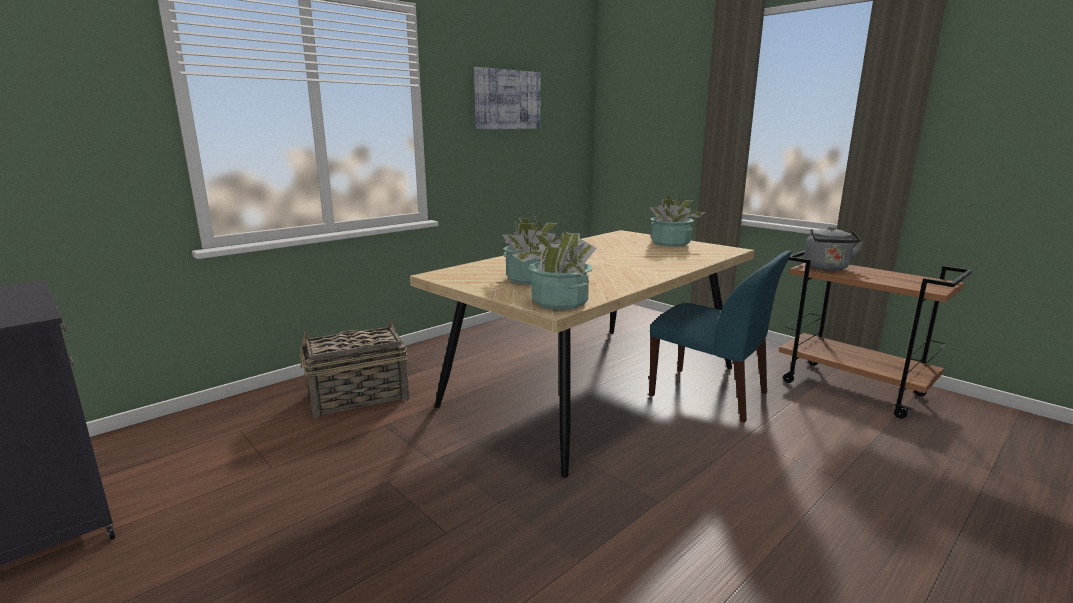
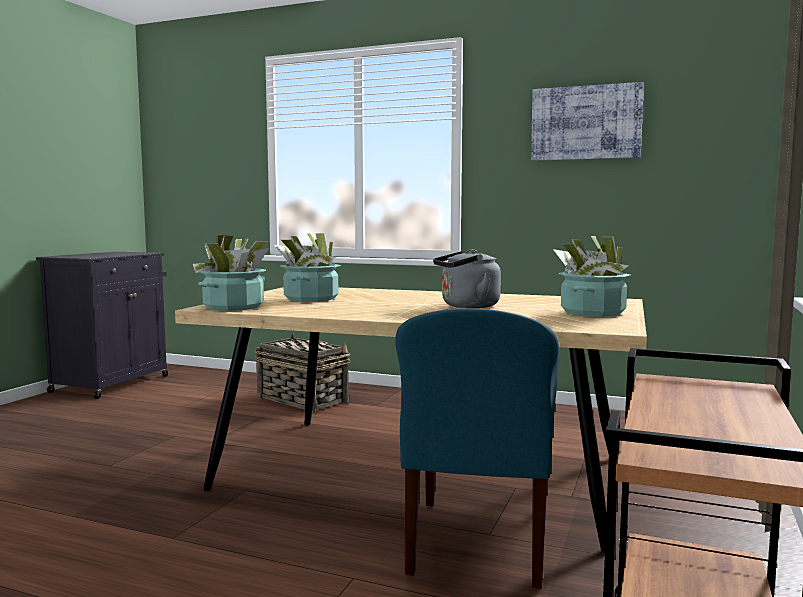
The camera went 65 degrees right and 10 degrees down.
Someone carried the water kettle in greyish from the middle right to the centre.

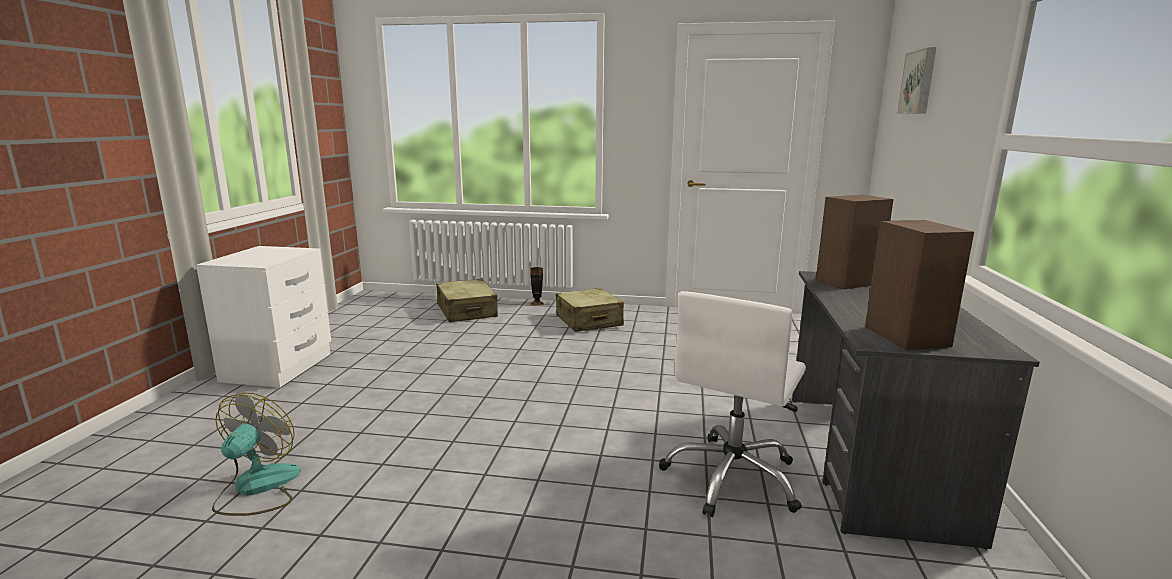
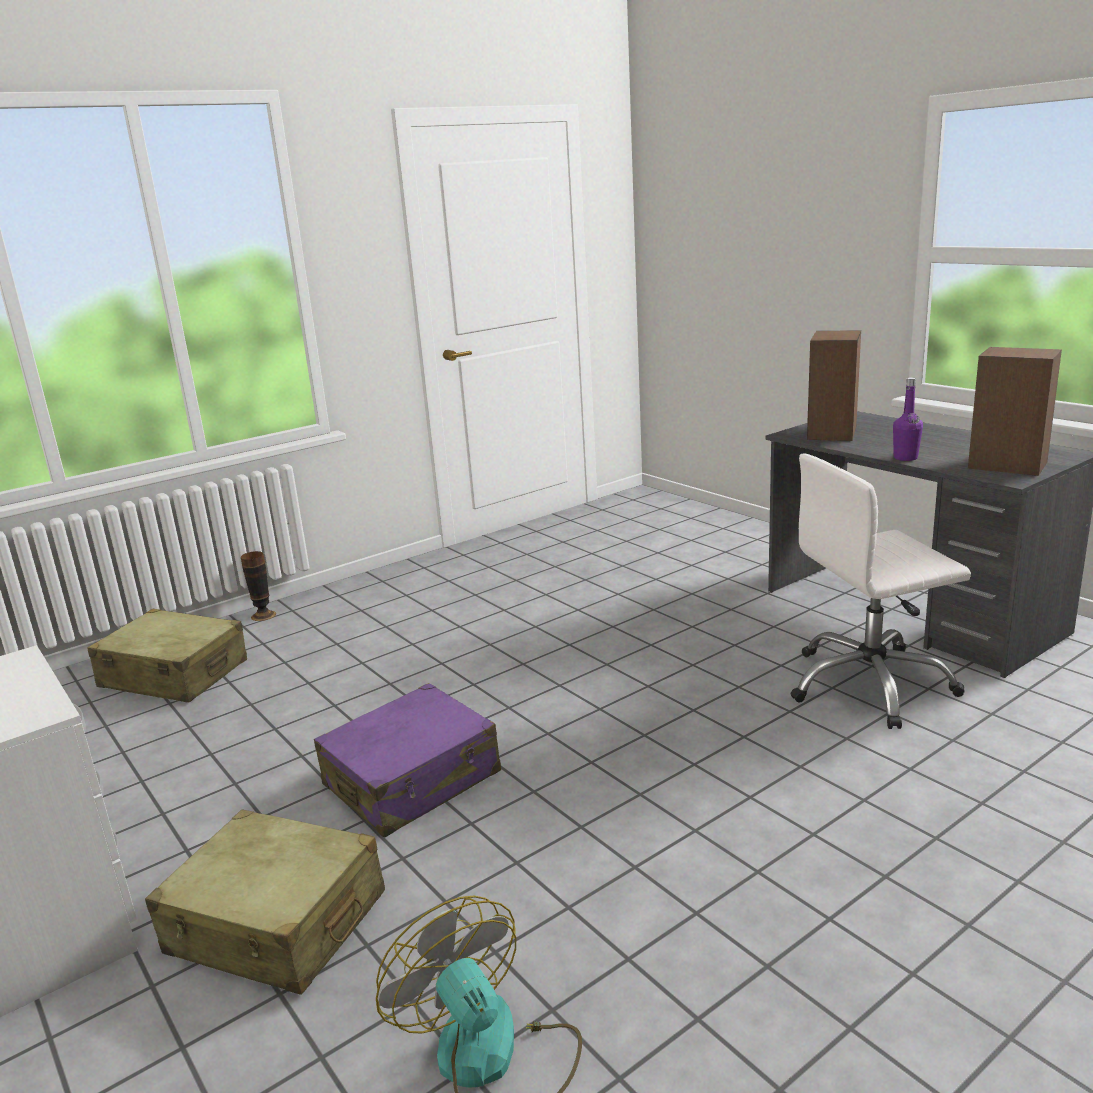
The camera went 45 degrees left and 5 degrees up.
Someone took away the wall art at the top right.
Someone carried the piece of luggage in beige (no. 2 from left) from the centre to the bottom left.
Someone rotated the office chair in whitish at the bottom centre by 90 degrees clockwise.
Someone put down the beverage bottle in purple-coloured at the middle right.
Someone put down the piece of luggage in purple-coloured at the bottom centre.

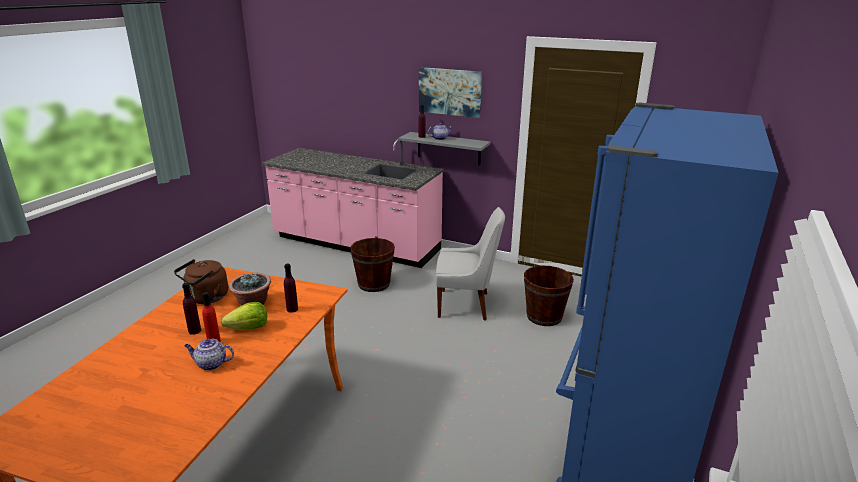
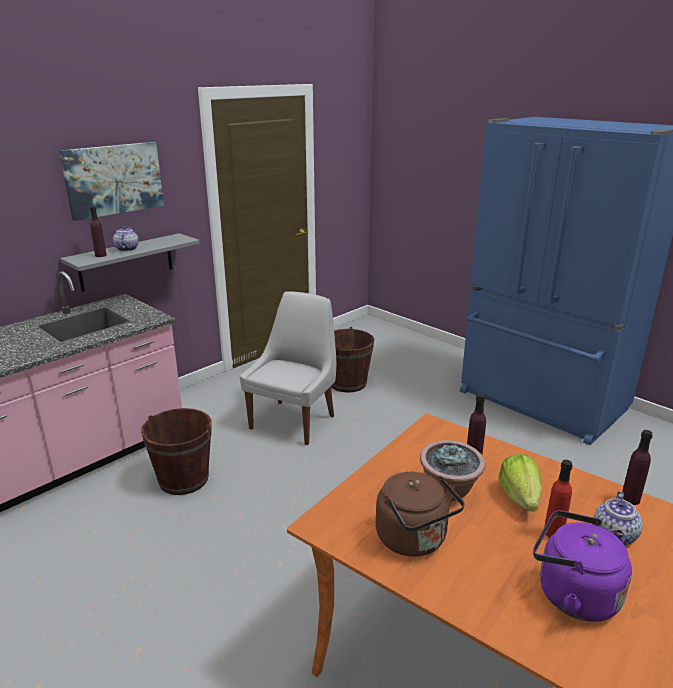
The camera went 70 degrees left and 0 degrees up.
Someone carried the beverage bottle in purple-coloured (no. 1 from left in the first image) from the middle left to the bottom right.
Someone put down the water kettle in purple-coloured at the bottom right.

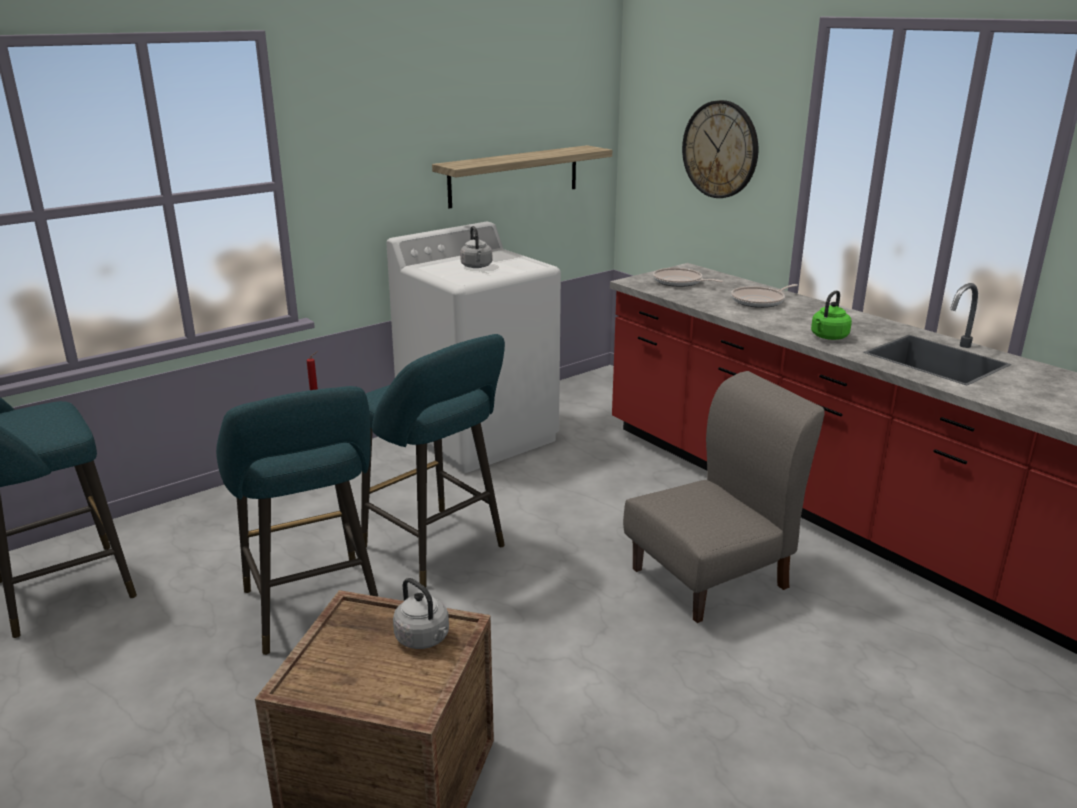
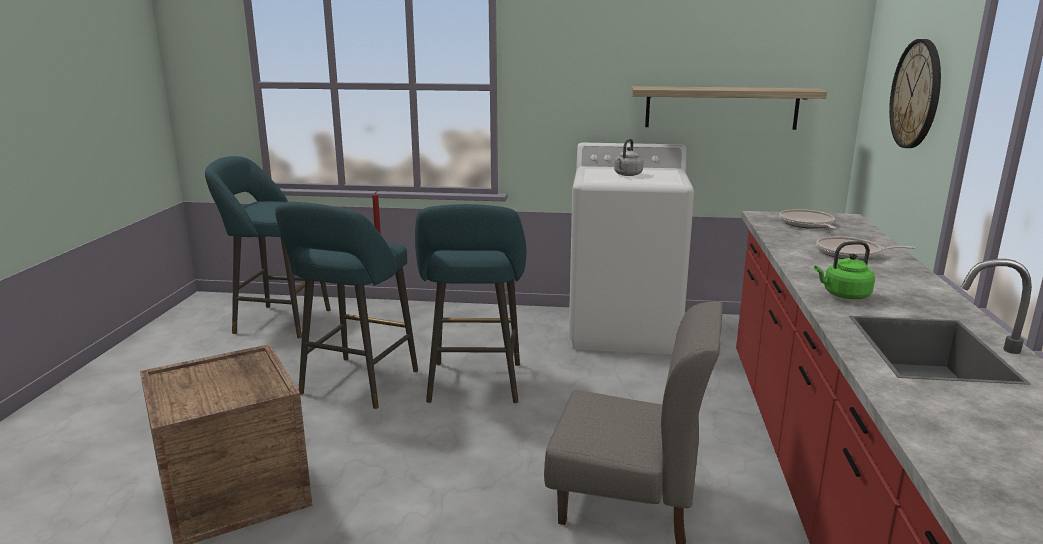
The camera went 45 degrees right and 5 degrees down.
Someone took away the water kettle in greyish (no. 1 from left) at the bottom centre.

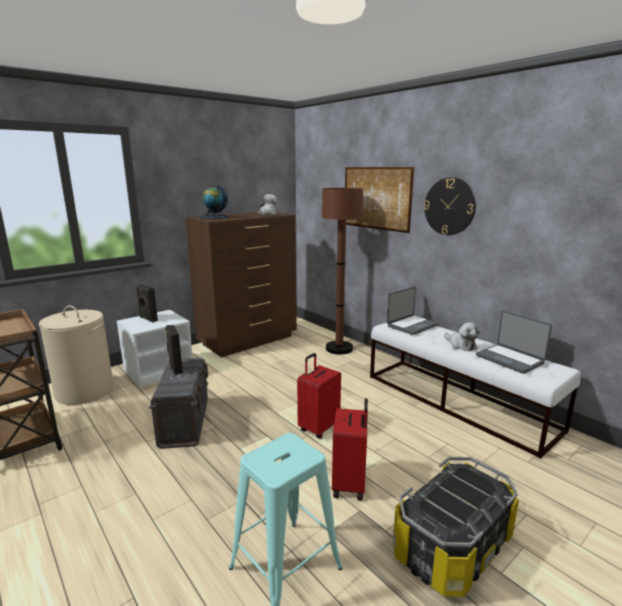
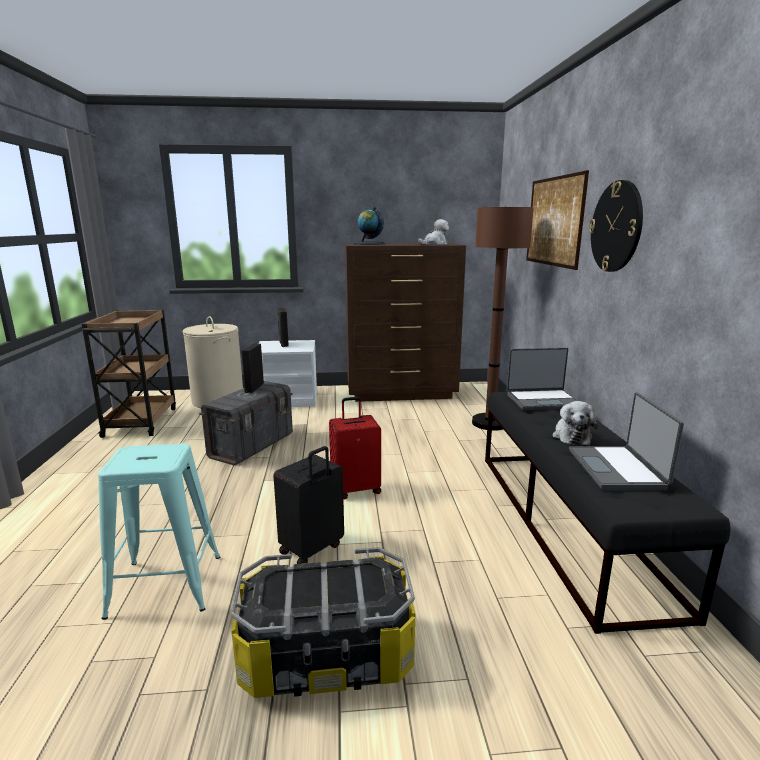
The camera went 35 degrees right and 0 degrees up.
Someone repainted the long seat in whitish at the middle right, which became the long seat in black at the bottom right.
Someone repainted the piece of luggage in reddish (no. 2 from left) at the bottom centre, which became the piece of luggage in black at the centre.

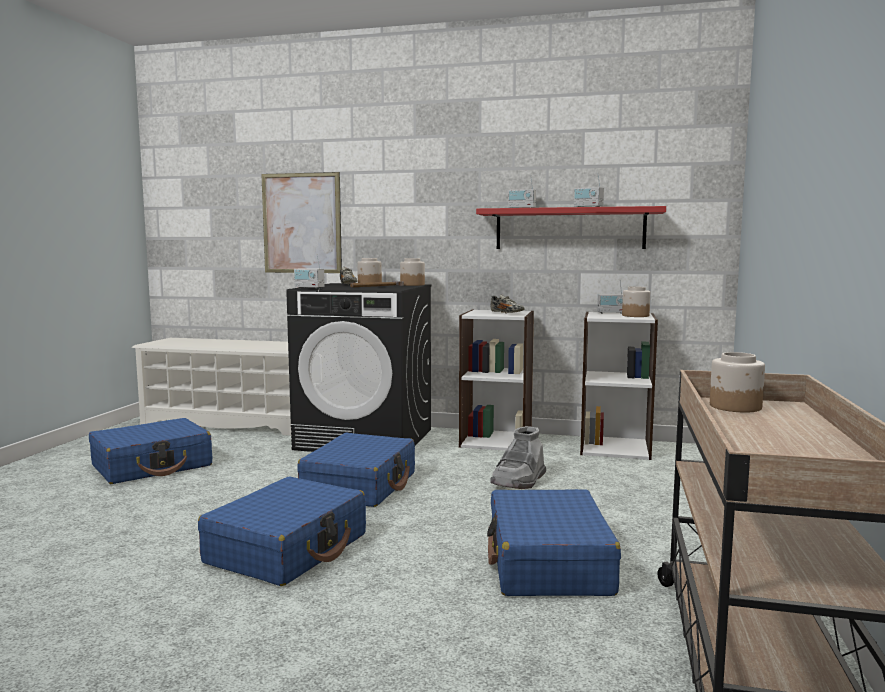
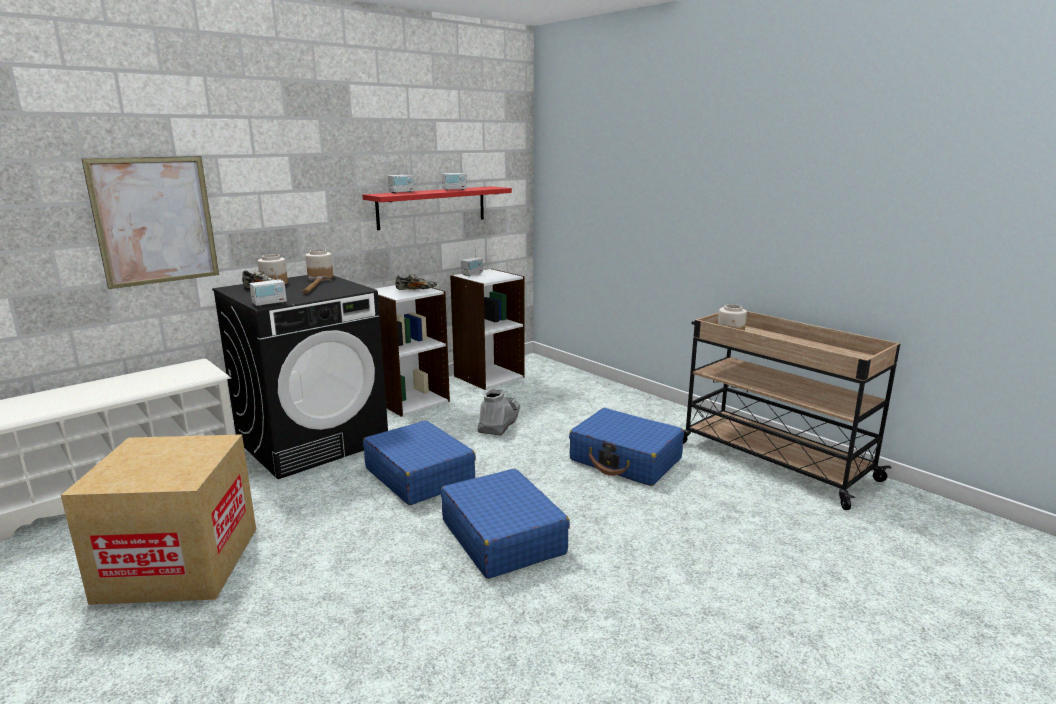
The camera went 55 degrees left and 10 degrees up.
Someone took away the jar (no. 3 from left) at the middle right.
Someone swapped the piece of luggage in blue (no. 1 from left) at the middle left for the packing box at the bottom left.
Someone rotated the tall boot in greyish at the centre by 135 degrees counterclockwise.

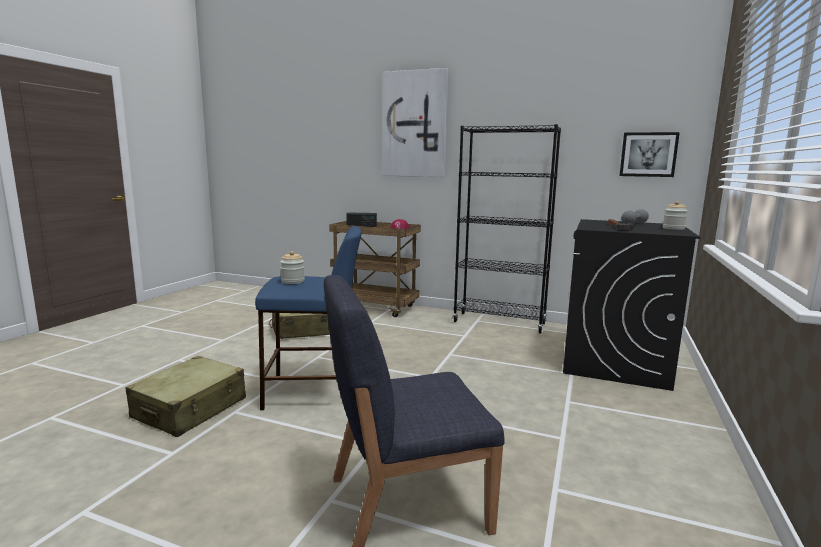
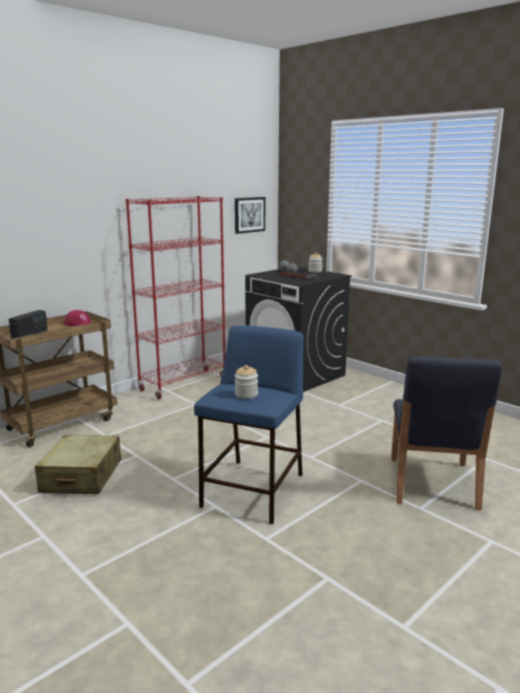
The camera went 65 degrees left and 5 degrees up.
Someone took away the wall art (no. 1 from left) at the top centre.
Someone repainted the bookcase in black at the centre, which became the bookcase in reddish at the centre.
Someone took away the piece of luggage in beige (no. 1 from left) at the bottom left.

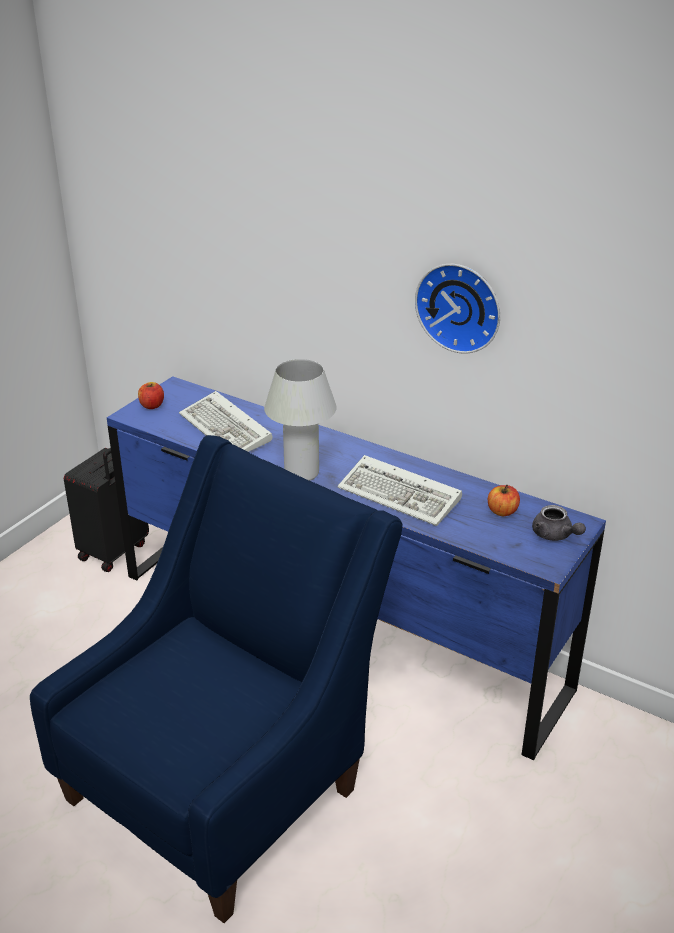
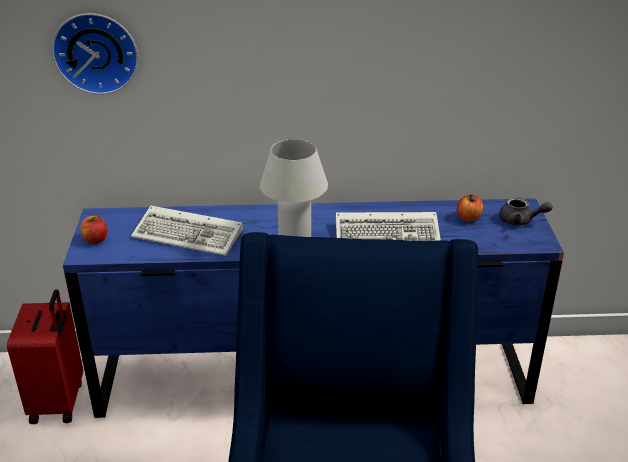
The camera went 35 degrees left and 0 degrees up.
Someone carried the hanging clock from the top right to the top left.
Someone repainted the piece of luggage in black at the middle left, which became the piece of luggage in reddish at the bottom left.

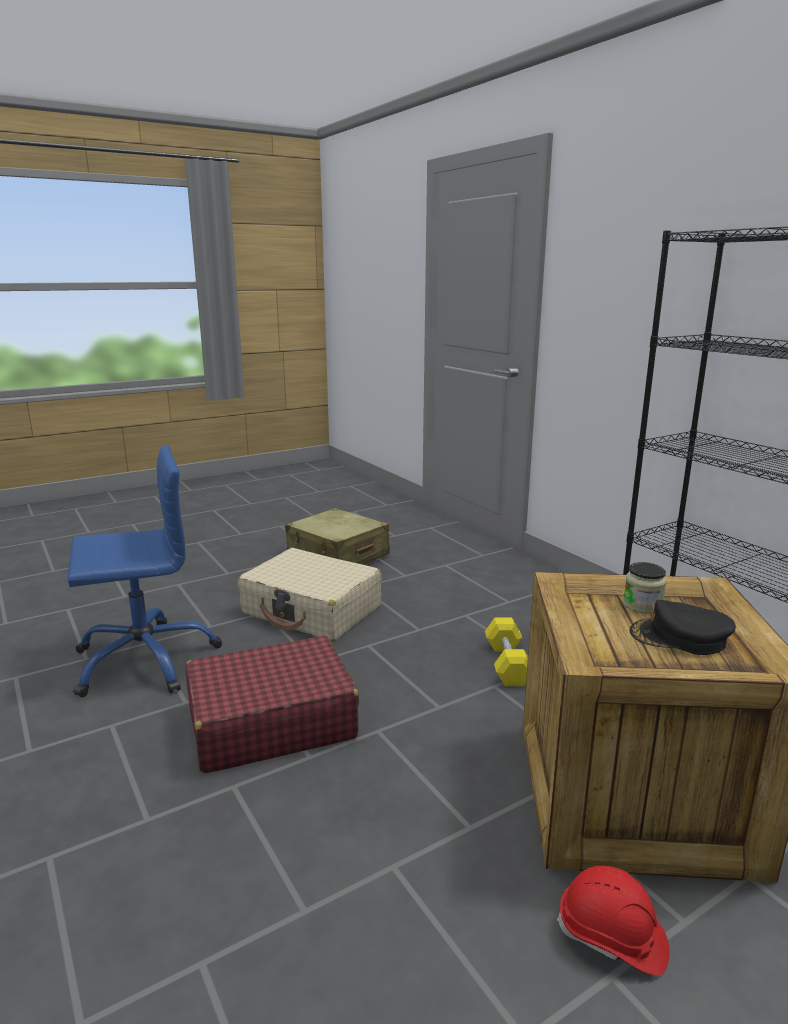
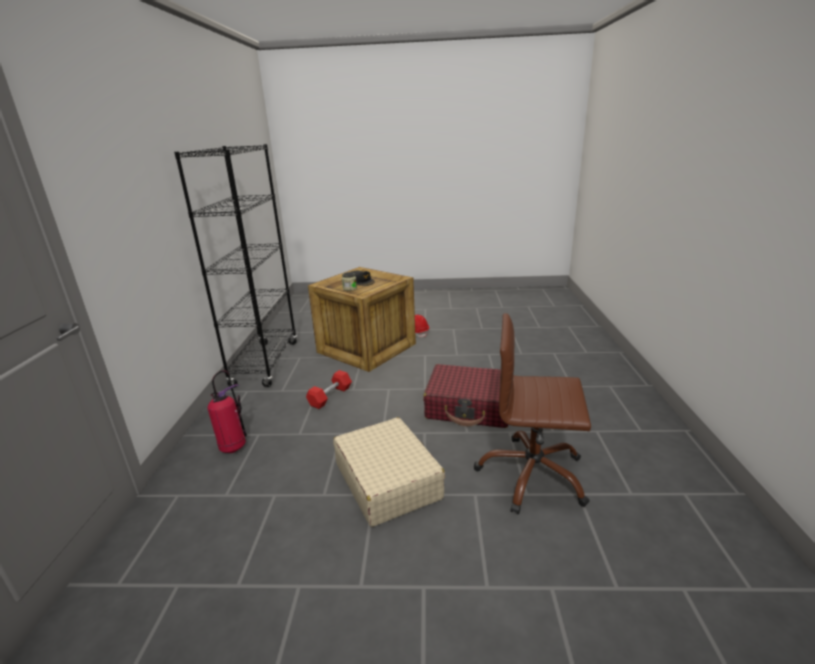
The camera went 145 degrees left and 5 degrees up.
Someone repainted the office chair in blue at the middle left, which became the office chair in brown at the centre.
Someone took away the piece of luggage in beige (no. 2 from left) at the centre.
Someone repainted the hand weight in yellowish at the centre, which became the hand weight in reddish at the centre.
Someone put down the fire extinguisher at the middle left.

